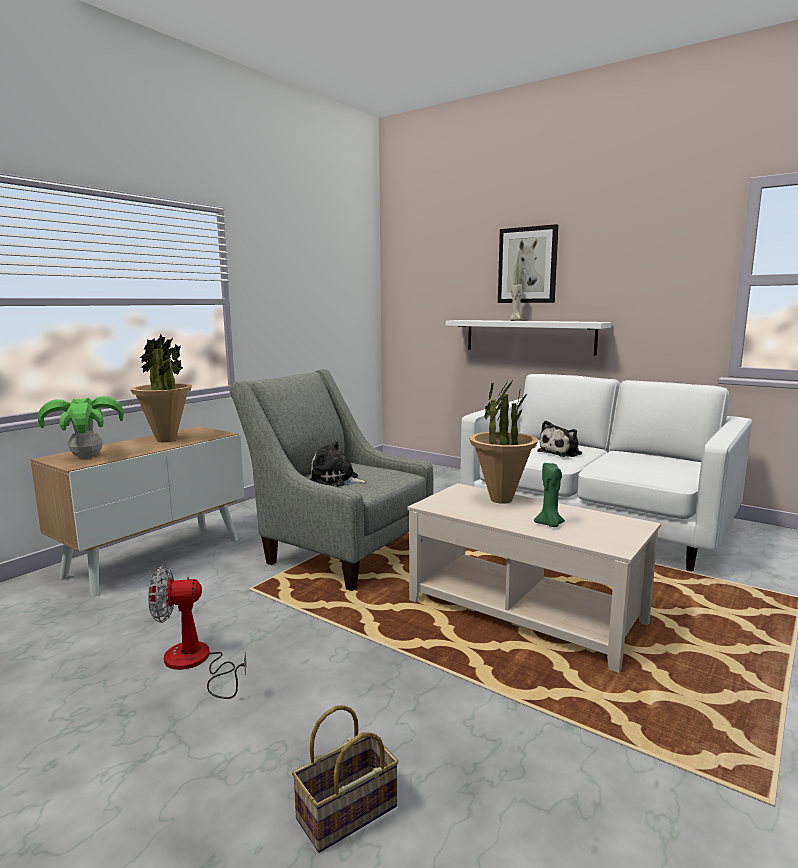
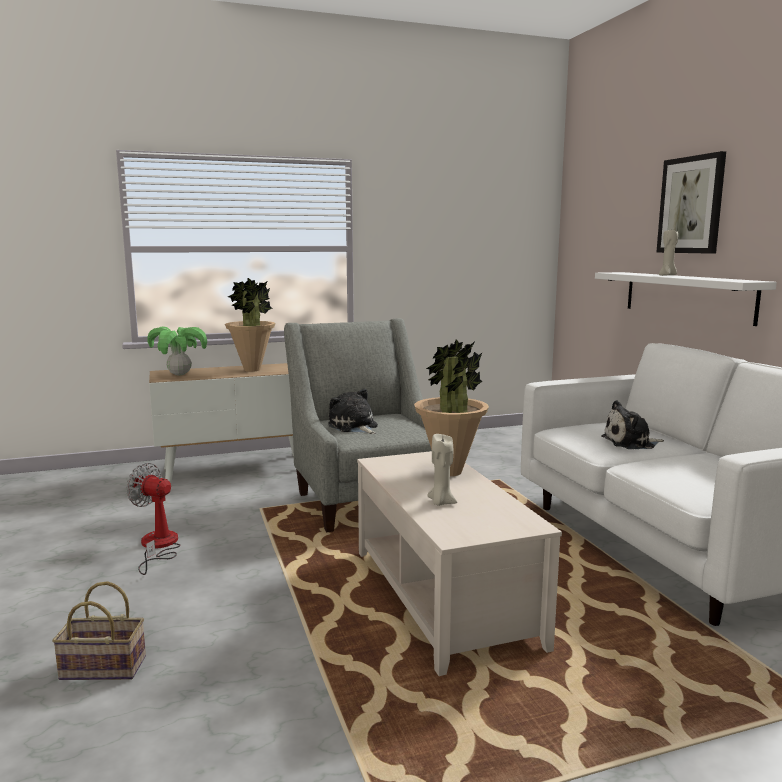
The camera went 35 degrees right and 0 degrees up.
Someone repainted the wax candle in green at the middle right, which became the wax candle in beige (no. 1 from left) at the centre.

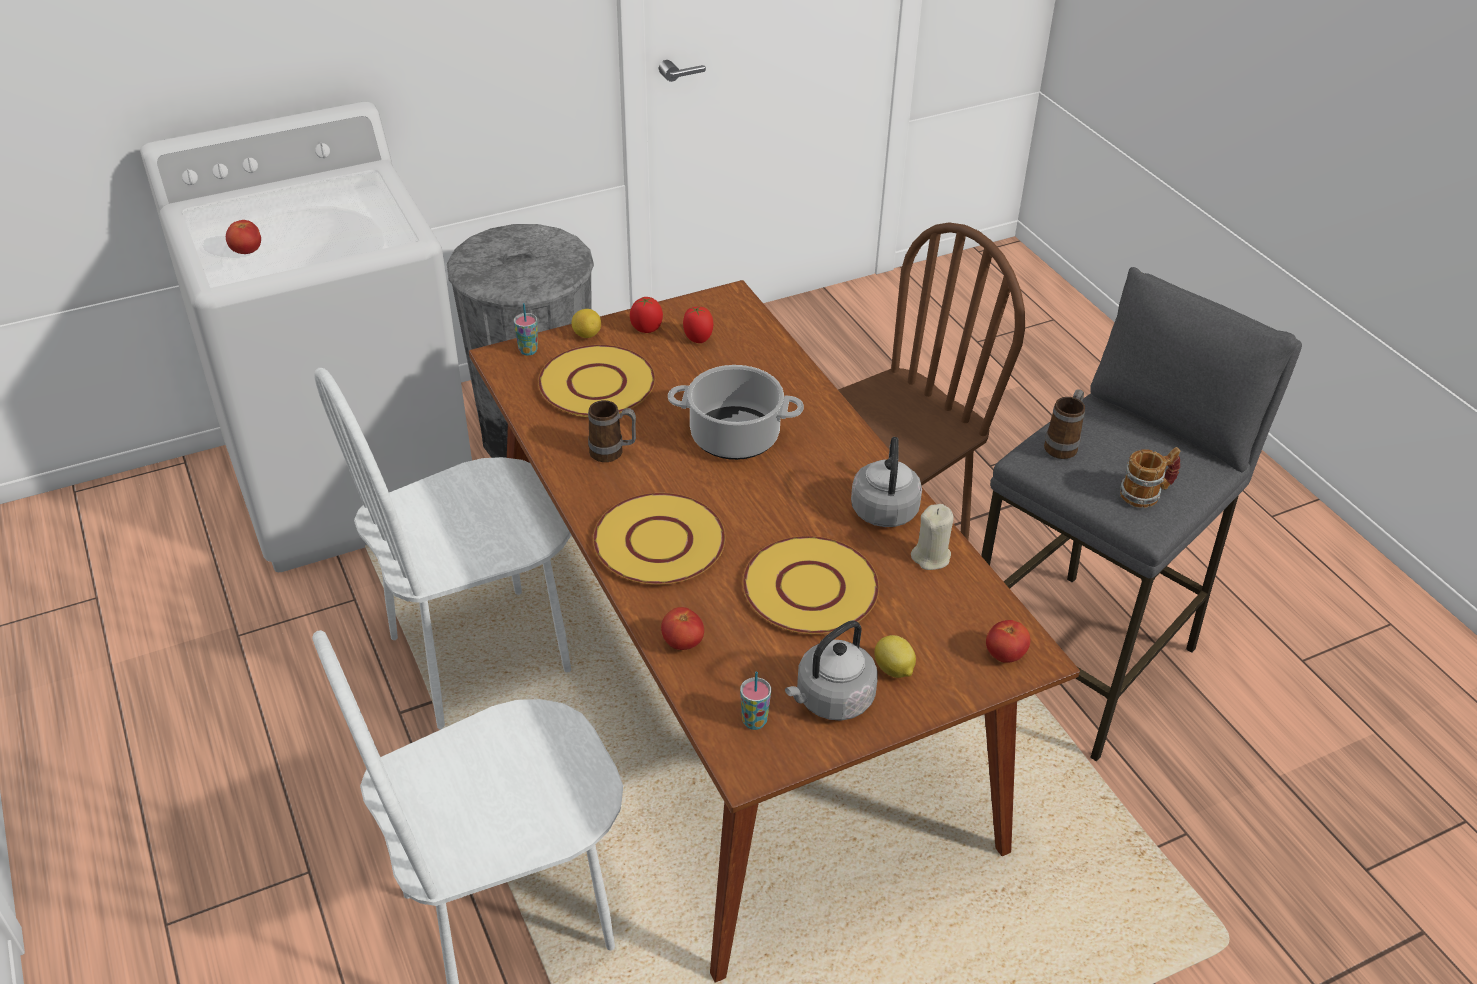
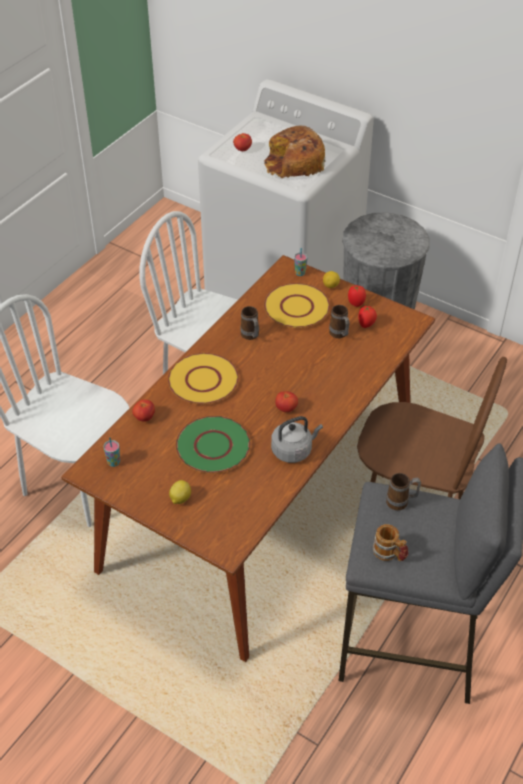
The camera went 60 degrees right and 5 degrees up.
Someone took away the cooking pot at the centre.
Someone took away the wax candle in beige at the centre.
Someone repainted the flat dish in yellowish (no. 3 from left) at the centre, which became the flat dish in green at the centre.
Someone carried the tomato (no. 5 from left in the first image) from the middle right to the centre.
Someone took away the water kettle in greyish (no. 1 from left) at the bottom centre.
Someone put down the bread at the top centre.
Someone put down the coffee mug (no. 2 from left) at the centre.

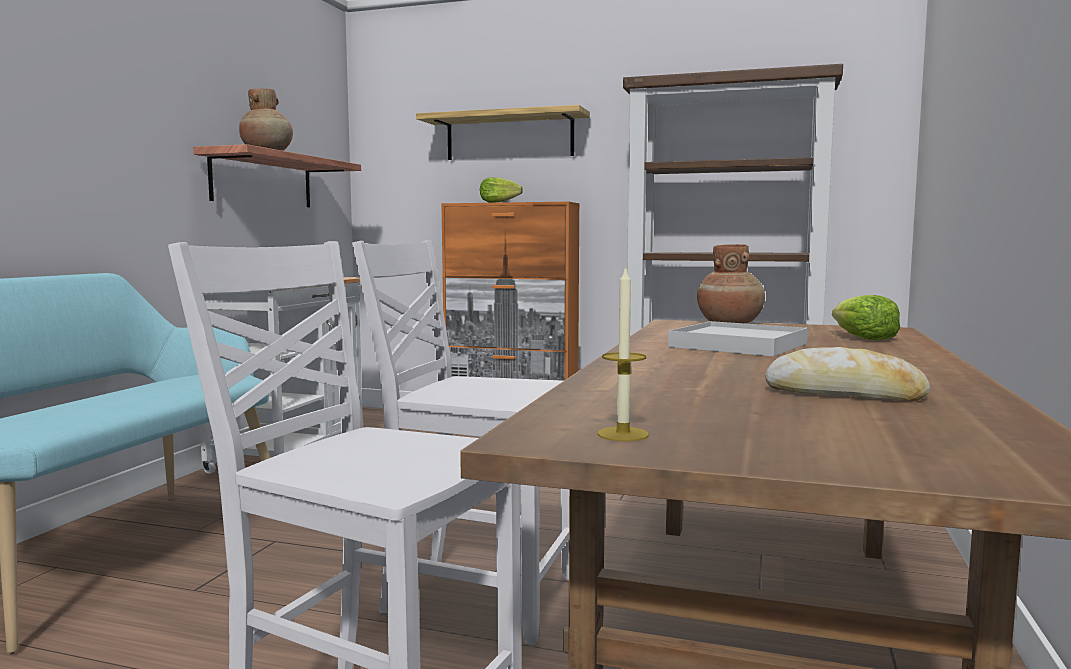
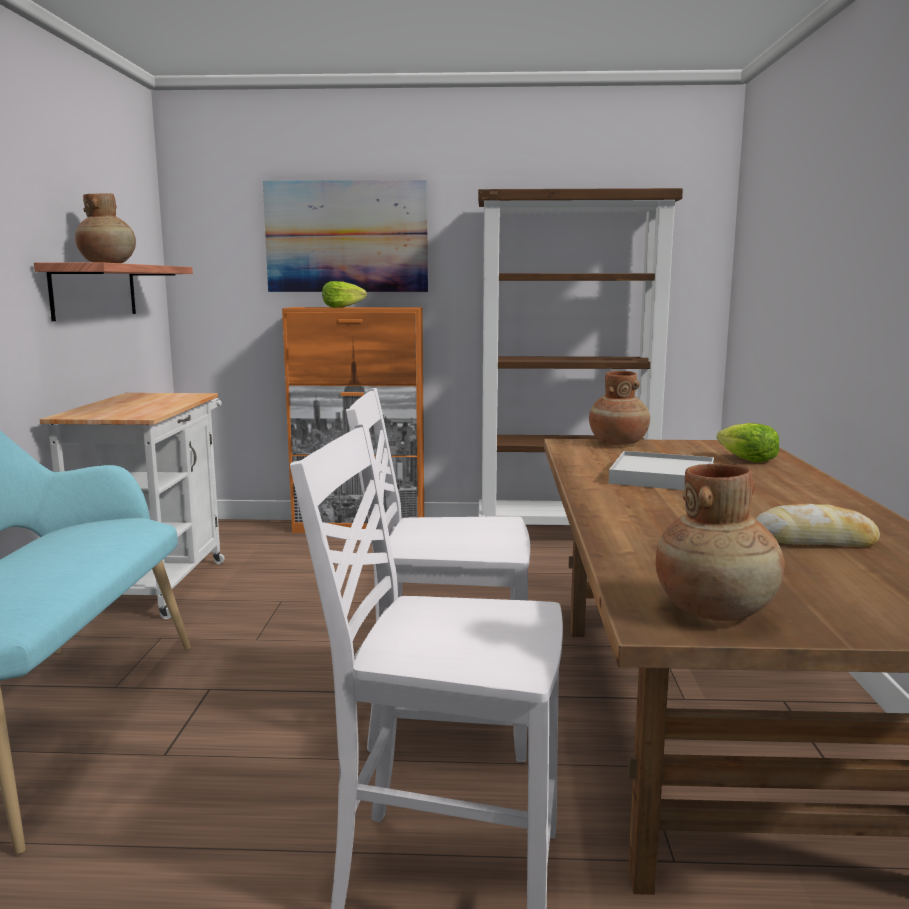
The camera went 15 degrees left and 5 degrees up.
Someone swapped the bracket shelf (no. 2 from left) at the top centre for the wall art at the top centre.
Someone swapped the wax candle at the centre for the flower vase in brown (no. 3 from left) at the middle right.

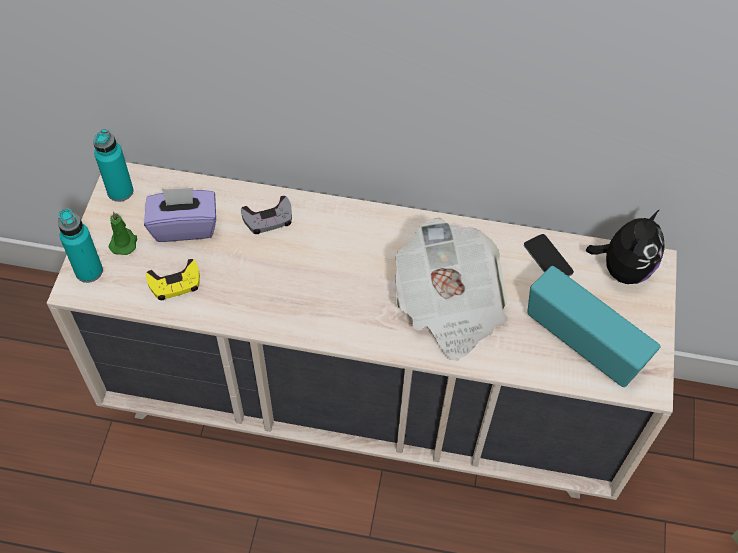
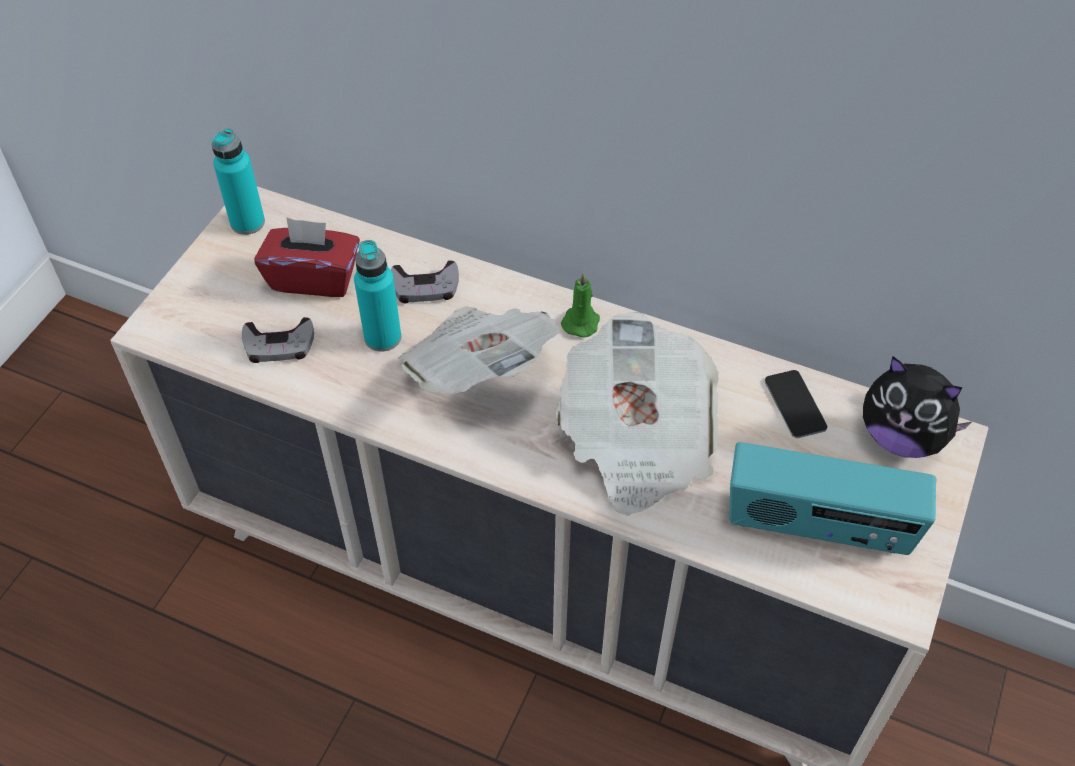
The camera went 15 degrees right and 5 degrees down.
Someone repainted the box of tissues in purple-coloured at the middle left, which became the box of tissues in reddish at the middle left.
Someone carried the beverage bottle in blue-green (no. 1 from left in the first image) from the middle left to the centre.
Someone rotated the cuddly toy at the middle right by 75 degrees clockwise.
Someone carried the wax candle in green from the middle left to the centre.
Someone repainted the gamepad in yellowish at the middle left, which became the gamepad in greyish (no. 1 from left) at the middle left.
Someone rotated the radio at the middle right by 135 degrees clockwise.
Someone put down the printed paper (no. 1 from left) at the centre.

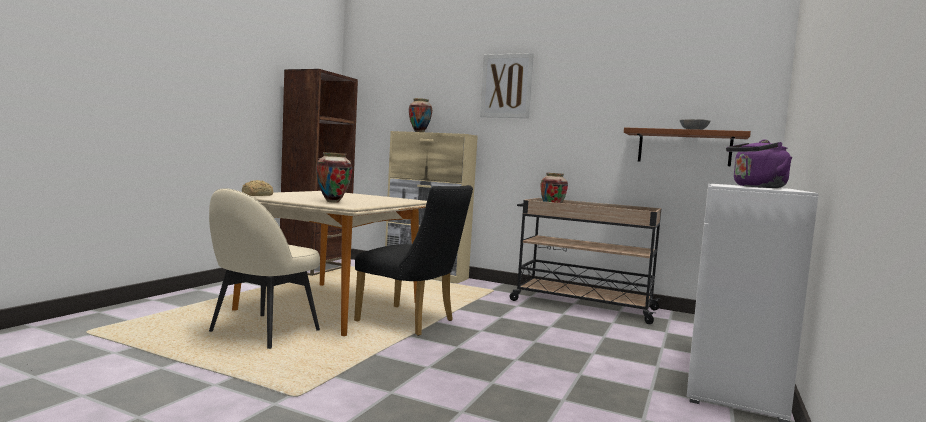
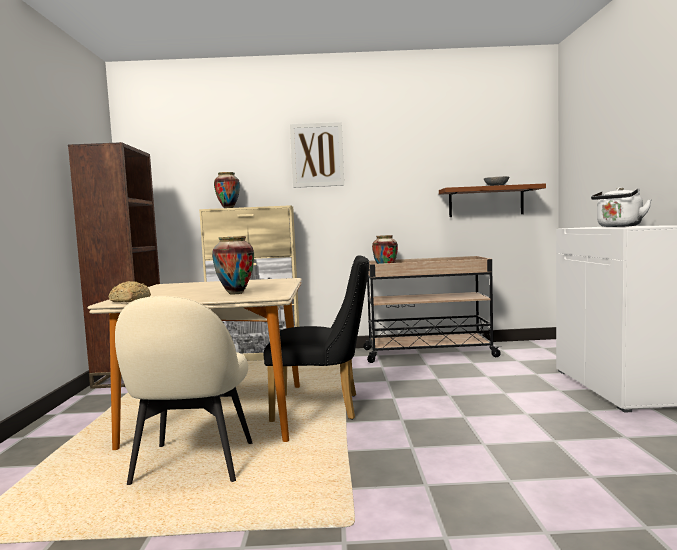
The camera went 25 degrees left and 0 degrees up.
Someone repainted the water kettle in purple-coloured at the middle right, which became the water kettle in whitish at the middle right.

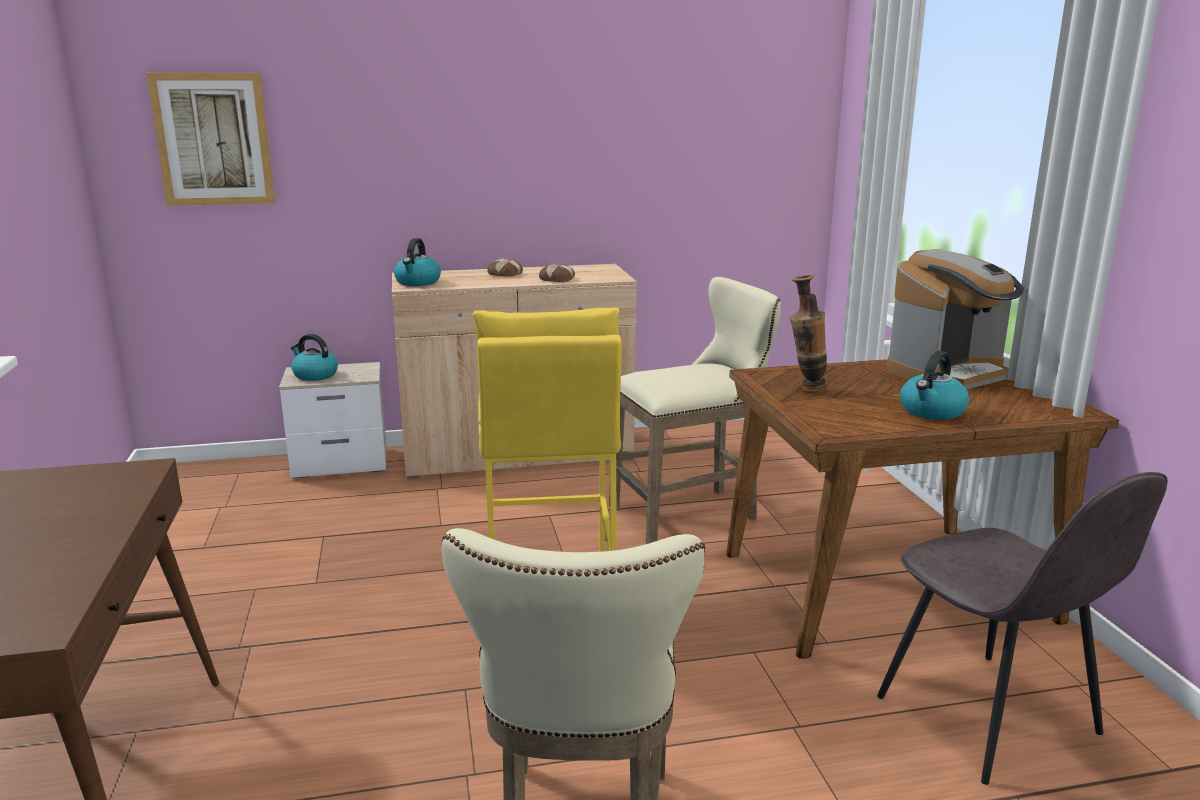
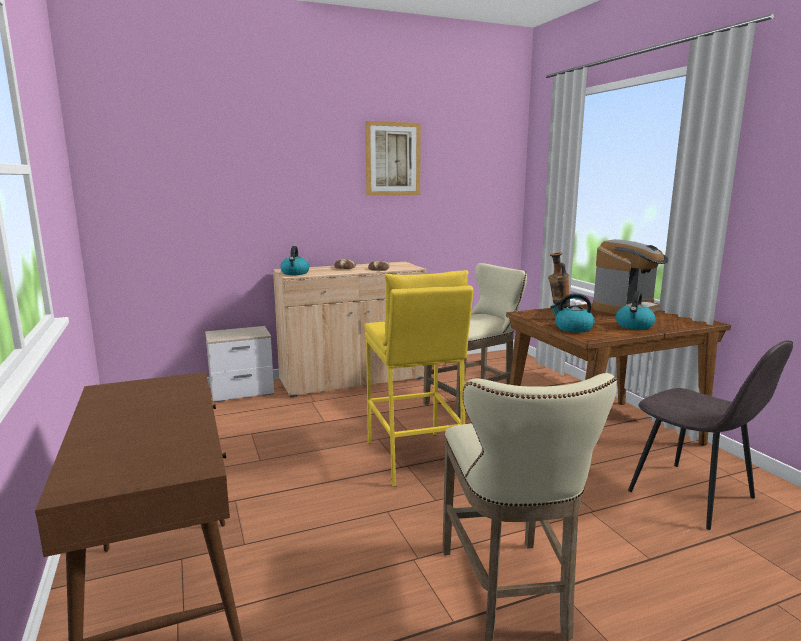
The camera went 10 degrees left and 5 degrees down.
Someone carried the wall art from the top left to the top centre.
Someone carried the water kettle (no. 1 from left in the first image) from the middle left to the middle right.

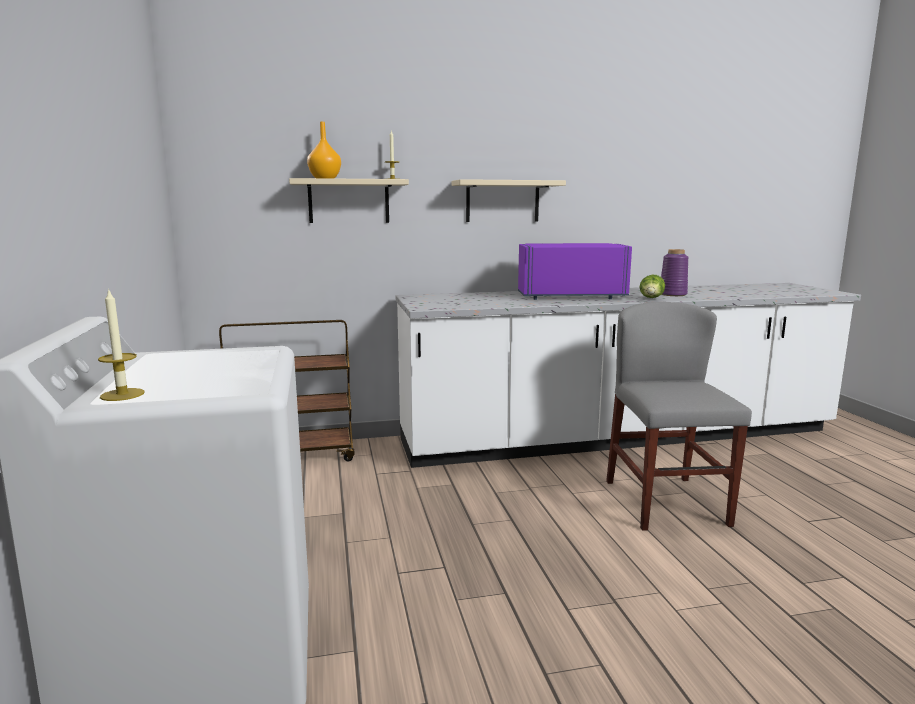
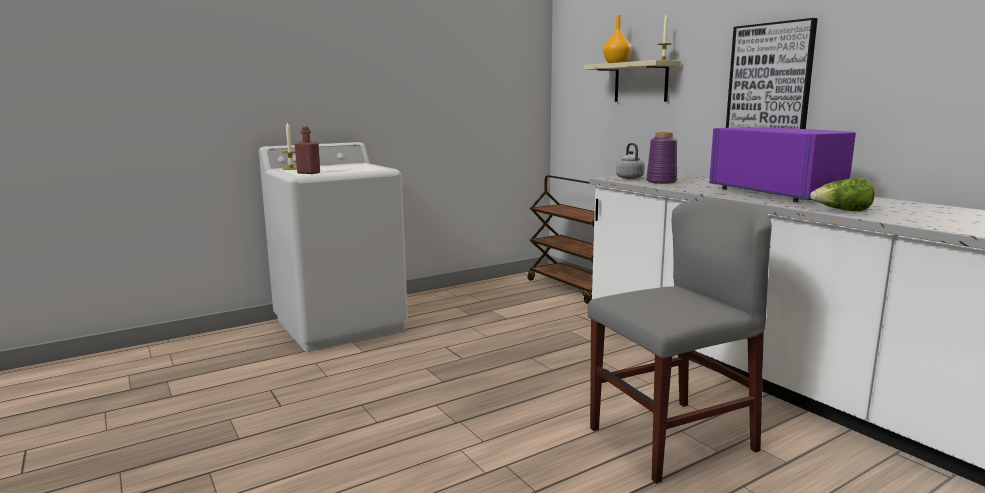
The camera went 70 degrees right and 0 degrees up.
Someone swapped the bracket shelf in beige (no. 2 from left) at the top centre for the wall art at the top right.
Someone carried the flower vase in purple-coloured from the middle right to the top right.
Someone put down the beverage bottle in reddish at the top left.
Someone put down the water kettle in greyish at the top centre.

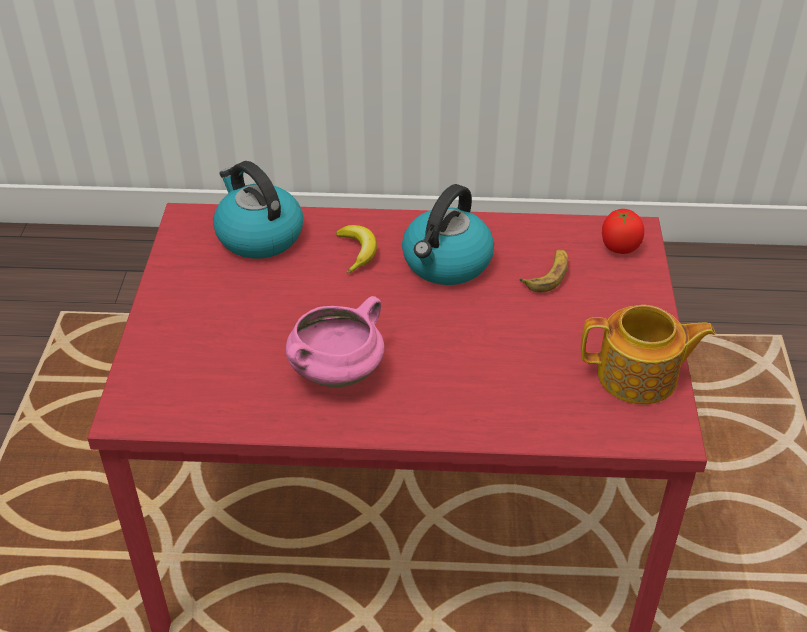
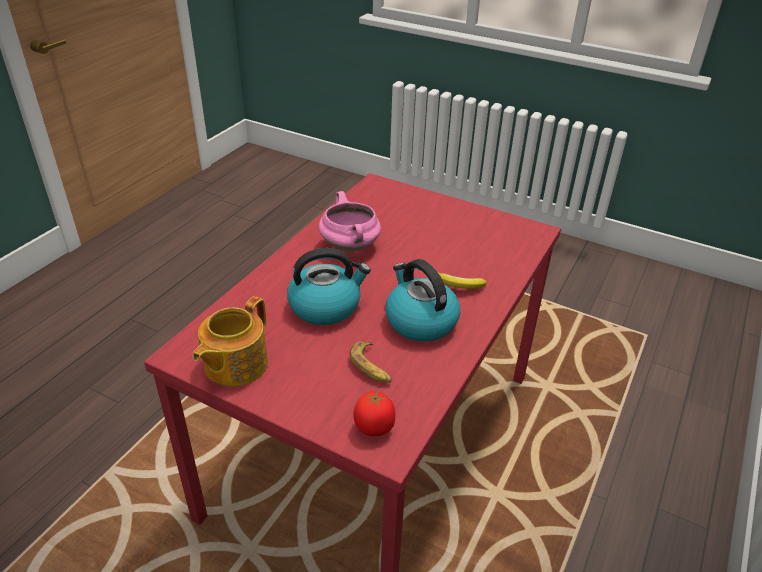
The camera went 115 degrees right and 5 degrees down.
Someone carried the water kettle (no. 1 from left) from the top left to the centre.

